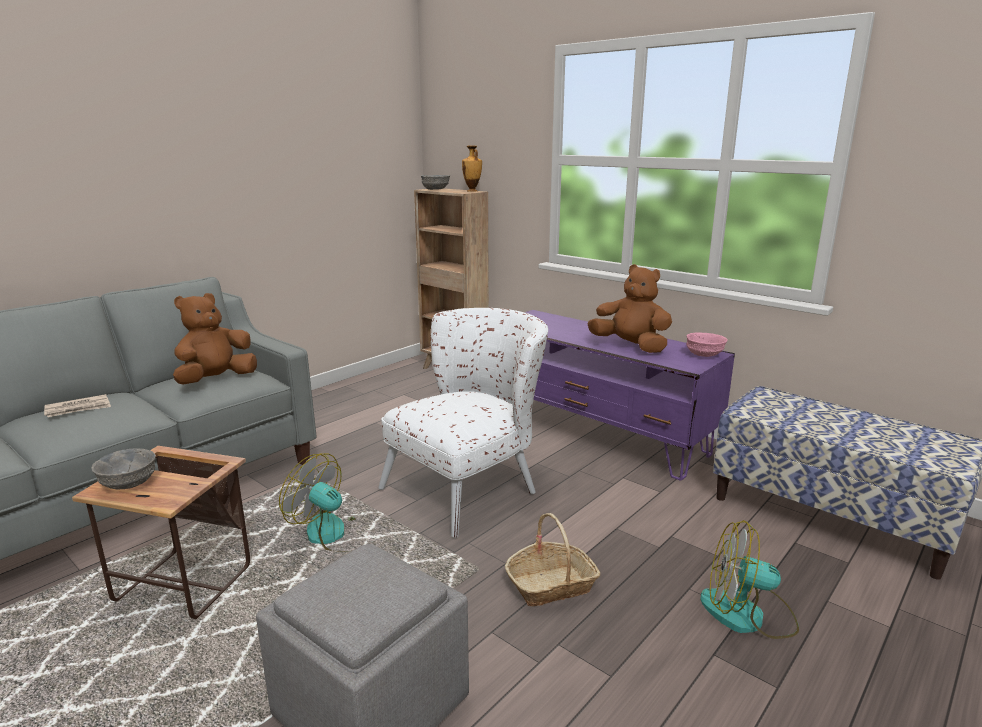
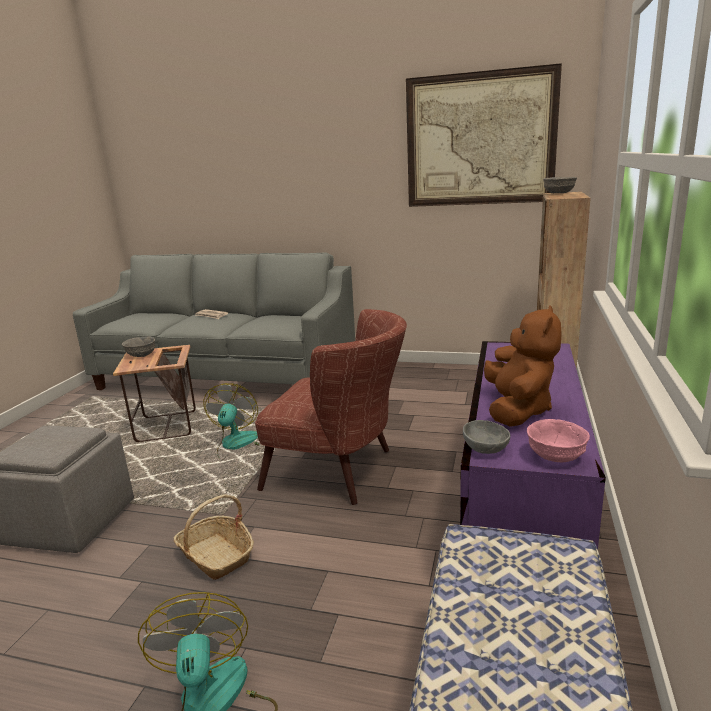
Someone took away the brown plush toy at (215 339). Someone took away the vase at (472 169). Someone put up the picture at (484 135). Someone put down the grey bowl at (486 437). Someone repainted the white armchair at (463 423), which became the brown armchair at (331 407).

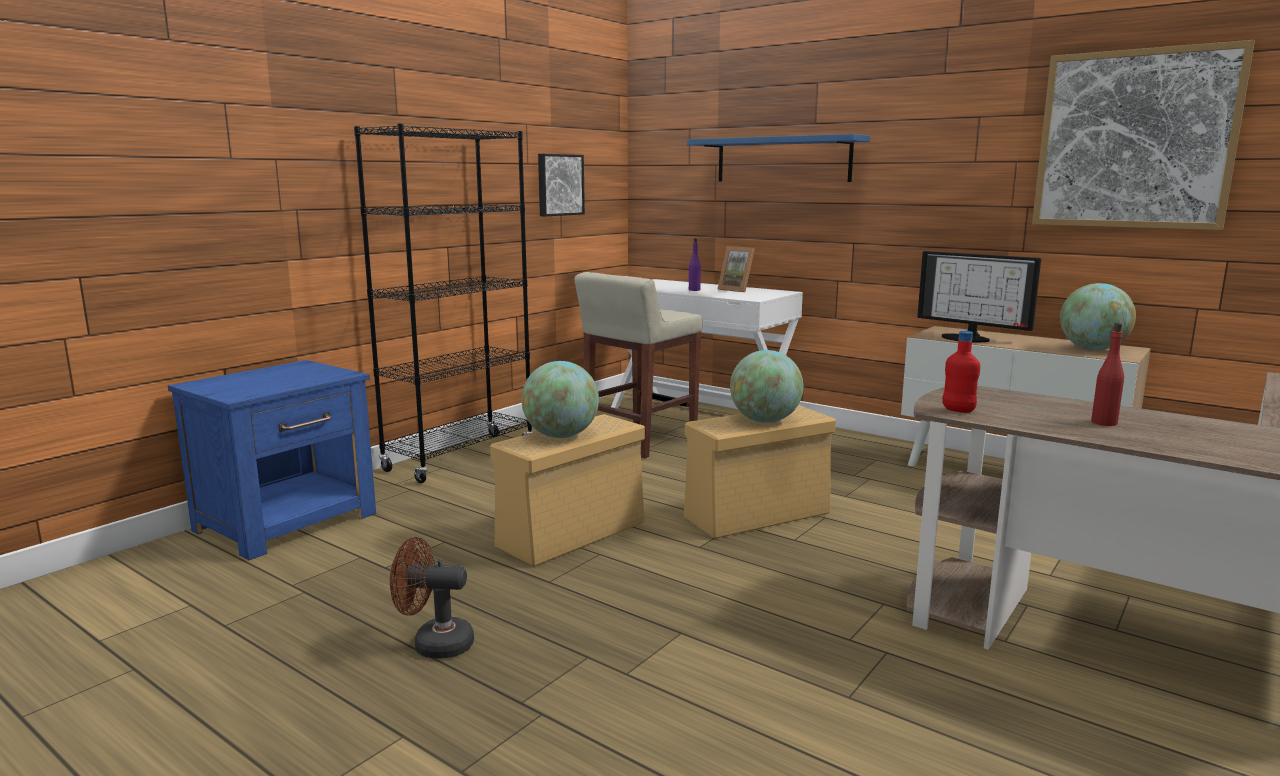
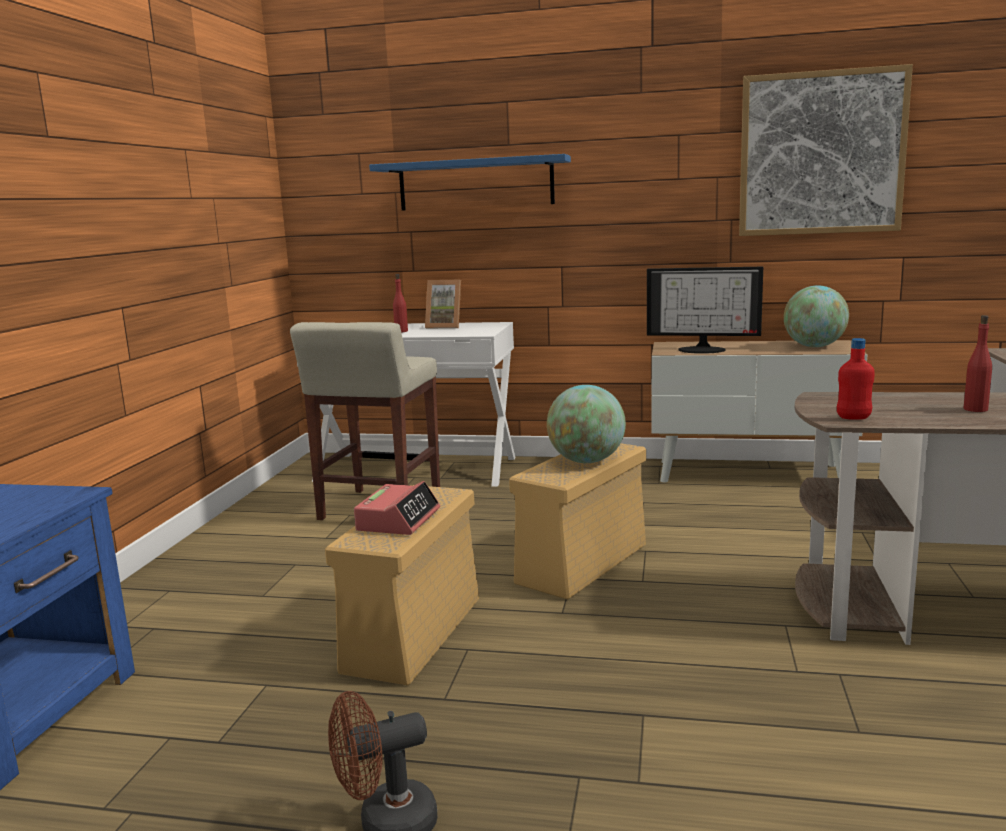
Someone took away the black bookcase at (444 303). Someone took away the picture at (561 185). Someone swapped the globe at (560 399) for the alarm clock at (397 508). Someone repainted the purple bottle at (695 264), which became the red bottle at (400 303).

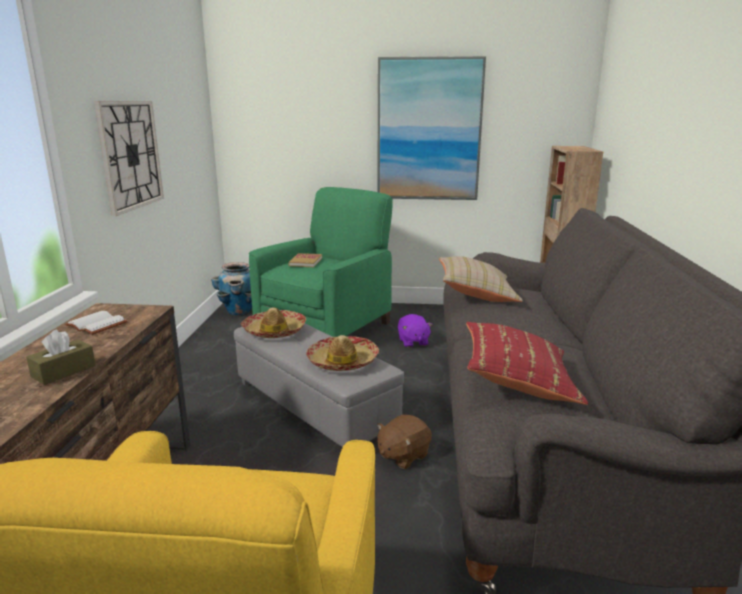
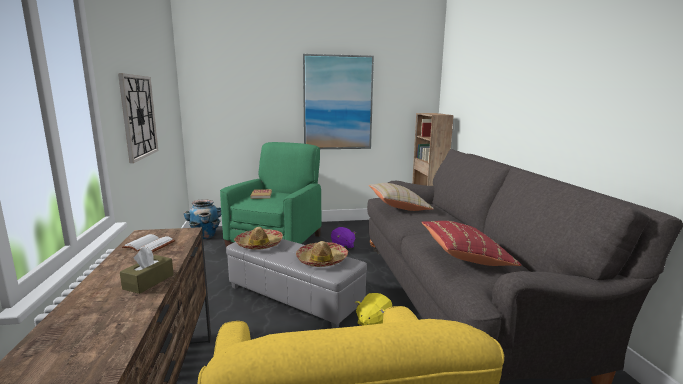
Someone repainted the brown plush toy at (404 442), which became the yellow plush toy at (373 309).

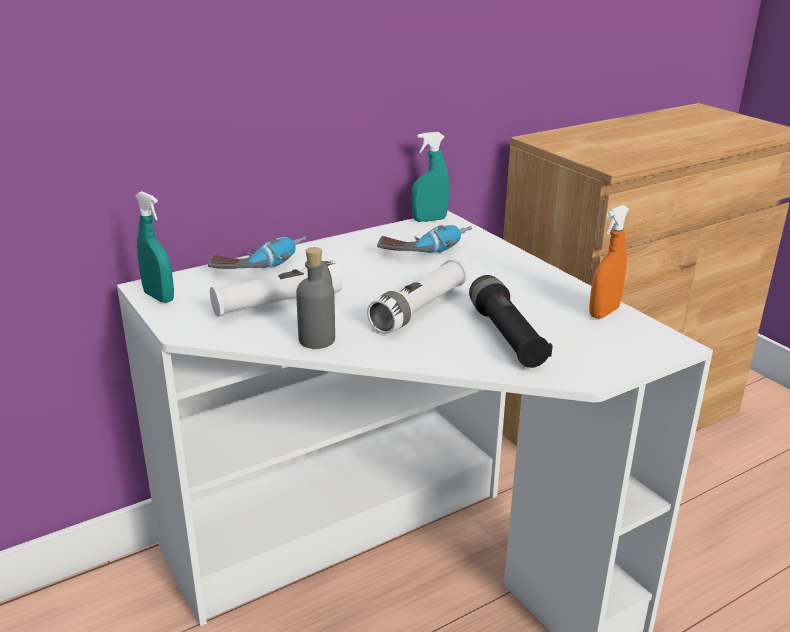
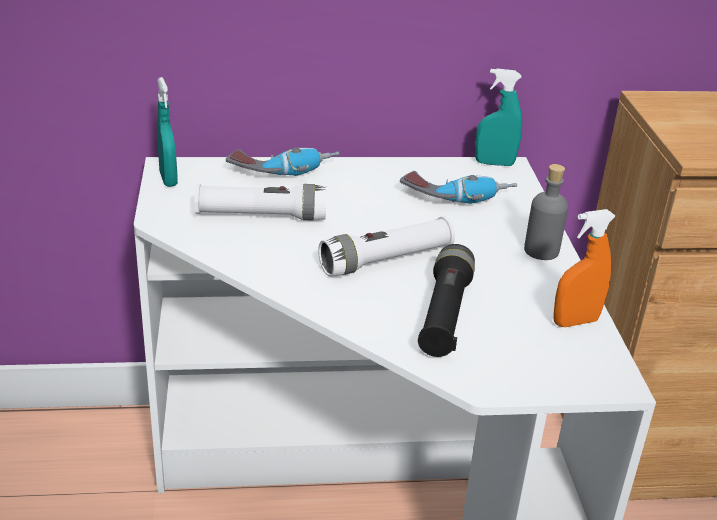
Someone carried the grey bottle from (315 298) to (546 212).

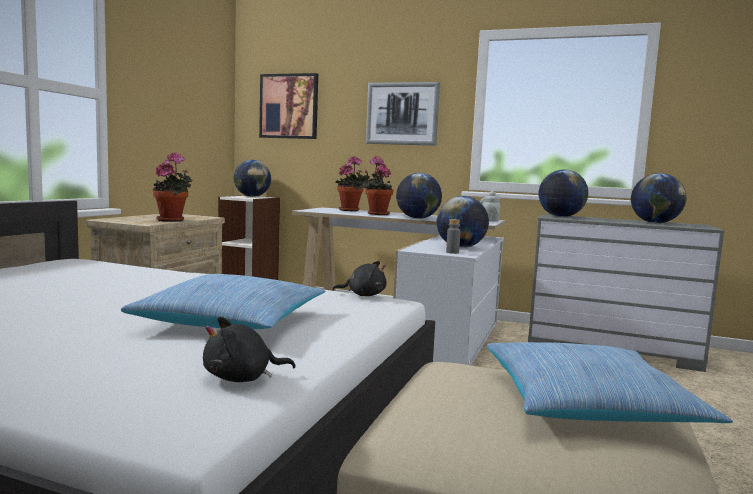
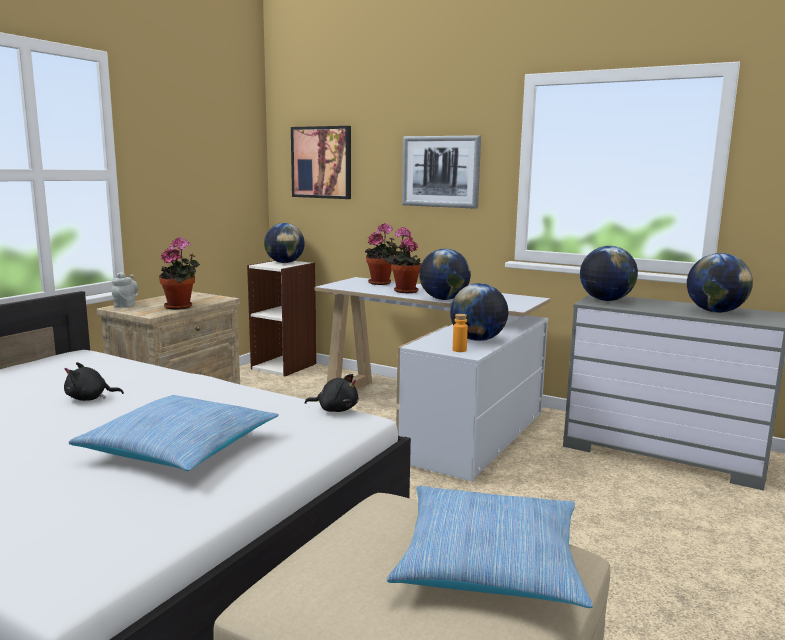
Someone carried the black plush toy from (249 349) to (94 381). Someone carried the grey teapot from (490 206) to (124 290). Someone repainted the grey bottle at (453 236), which became the orange bottle at (460 333).

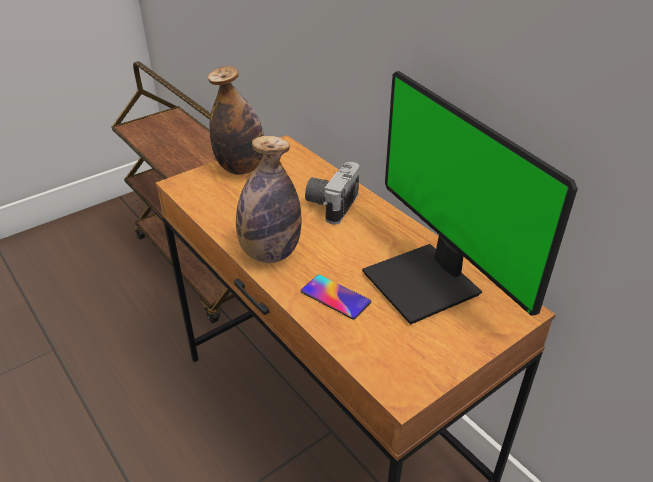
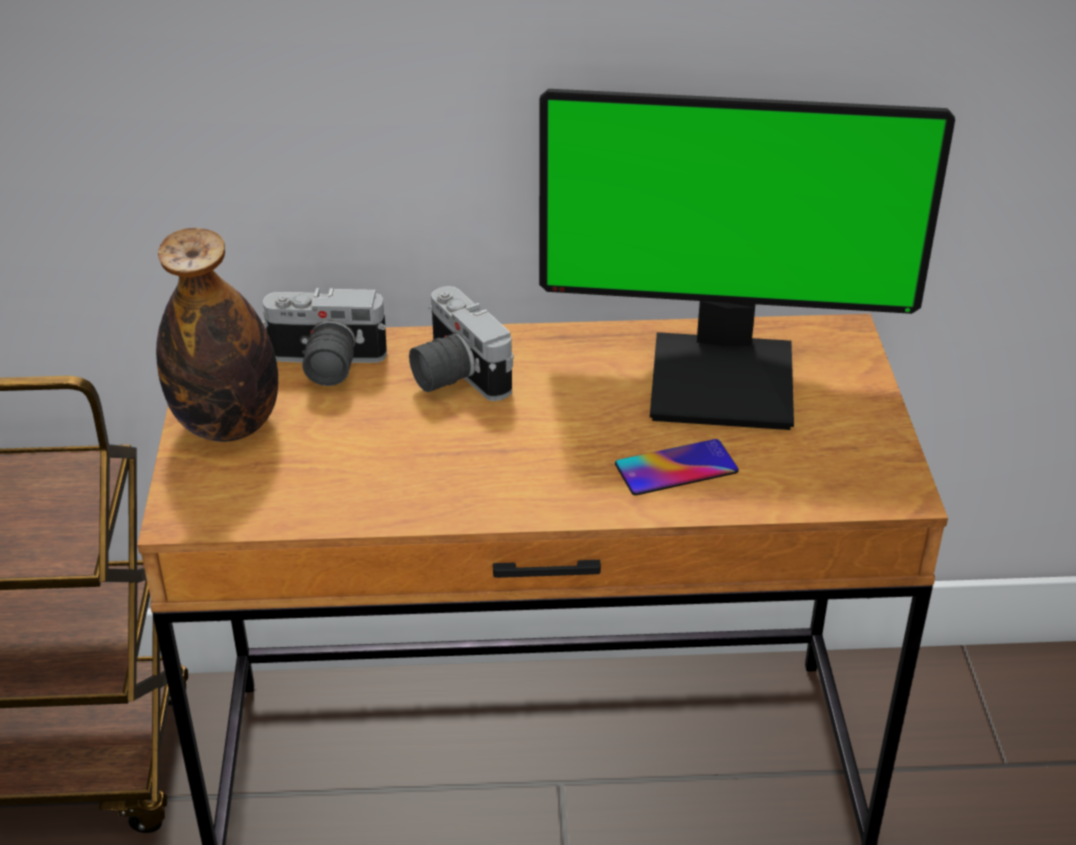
Someone took away the bottle at (269 199). Someone put down the photo camera at (324 337).

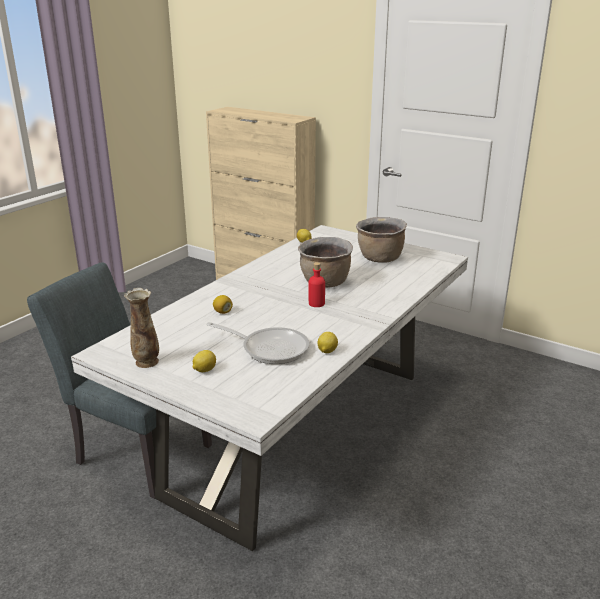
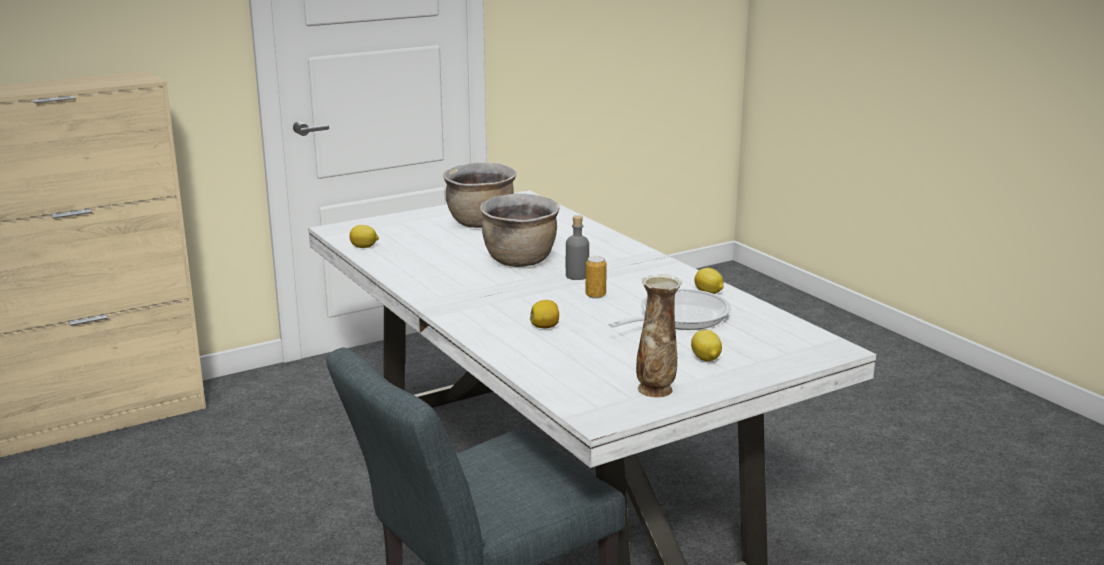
Someone put down the can at (596 277). Someone repainted the red bottle at (317 284), which became the grey bottle at (577 247).

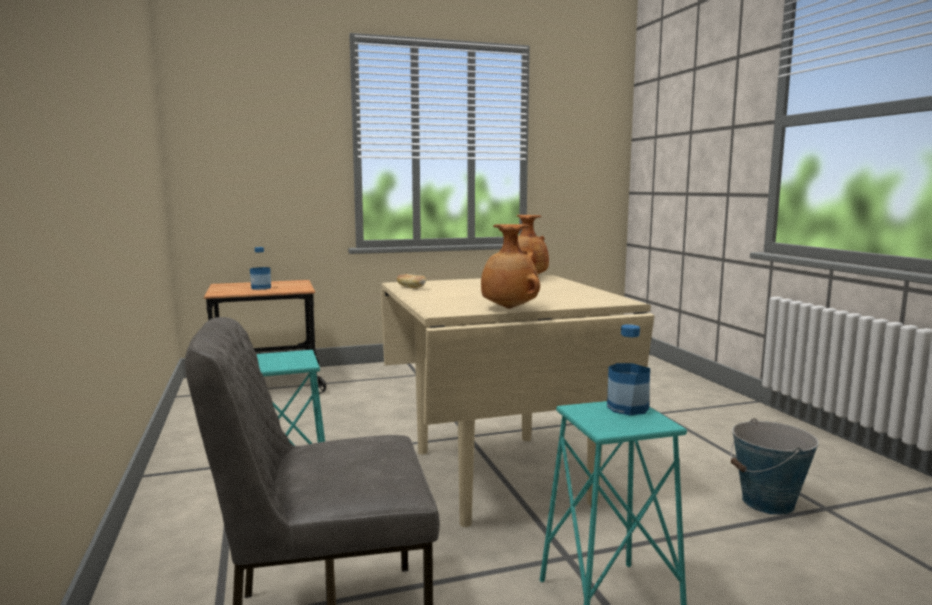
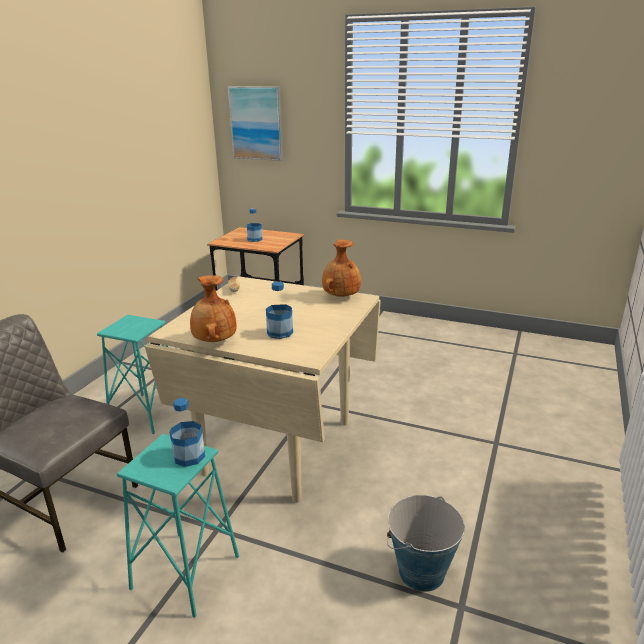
Someone put up the picture at (255 123). Someone put down the bottle at (279 310).

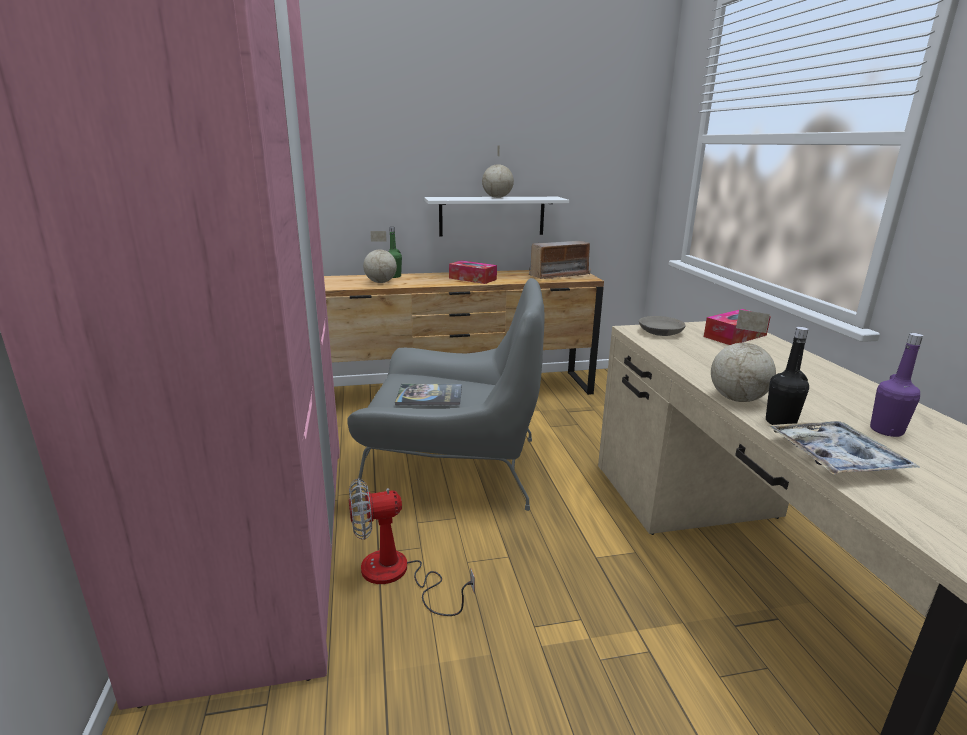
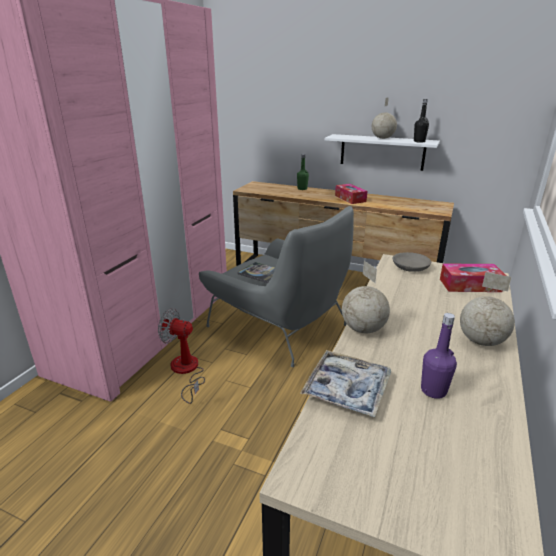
Someone took away the radio at (560 260). Someone carried the globe from (380 257) to (487 309). Someone carried the black bottle from (787 377) to (421 121).

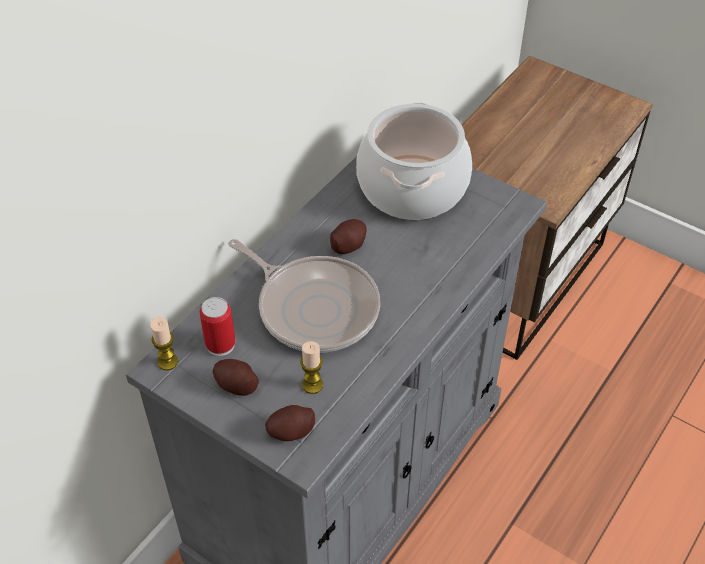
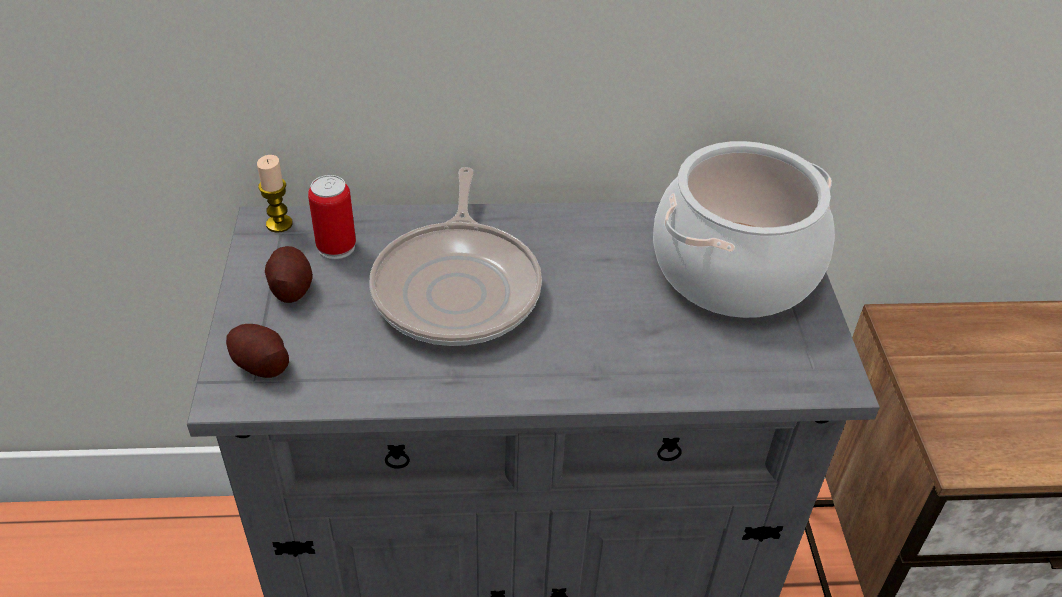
Someone took away the candle at (311 367). Someone took away the potato at (348 236).

